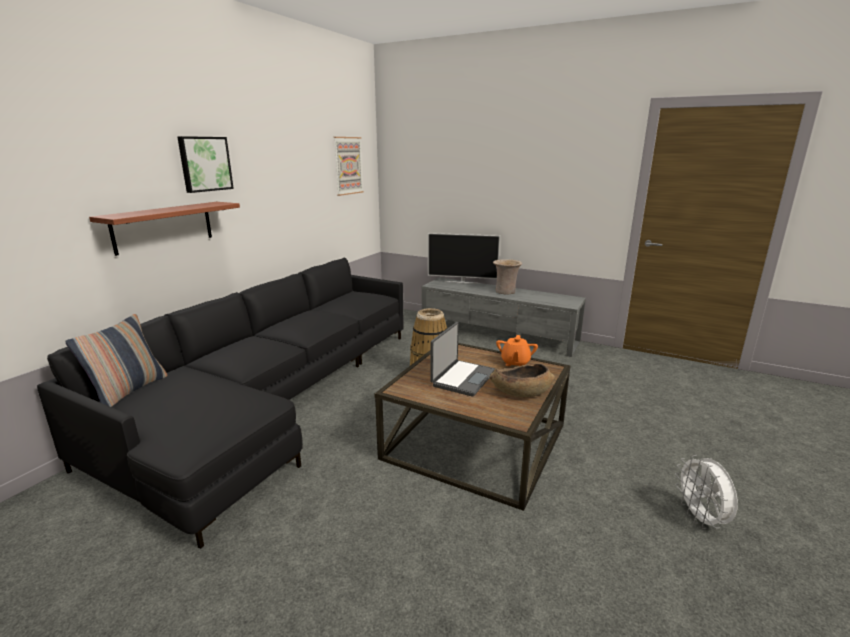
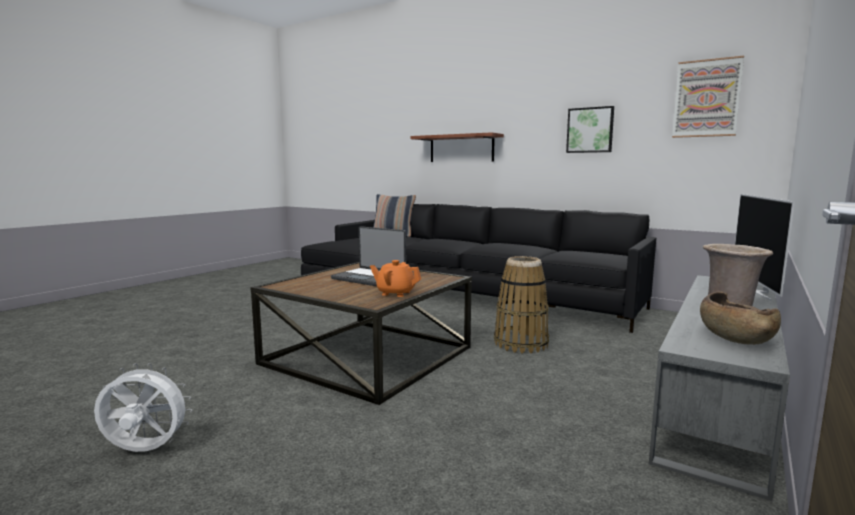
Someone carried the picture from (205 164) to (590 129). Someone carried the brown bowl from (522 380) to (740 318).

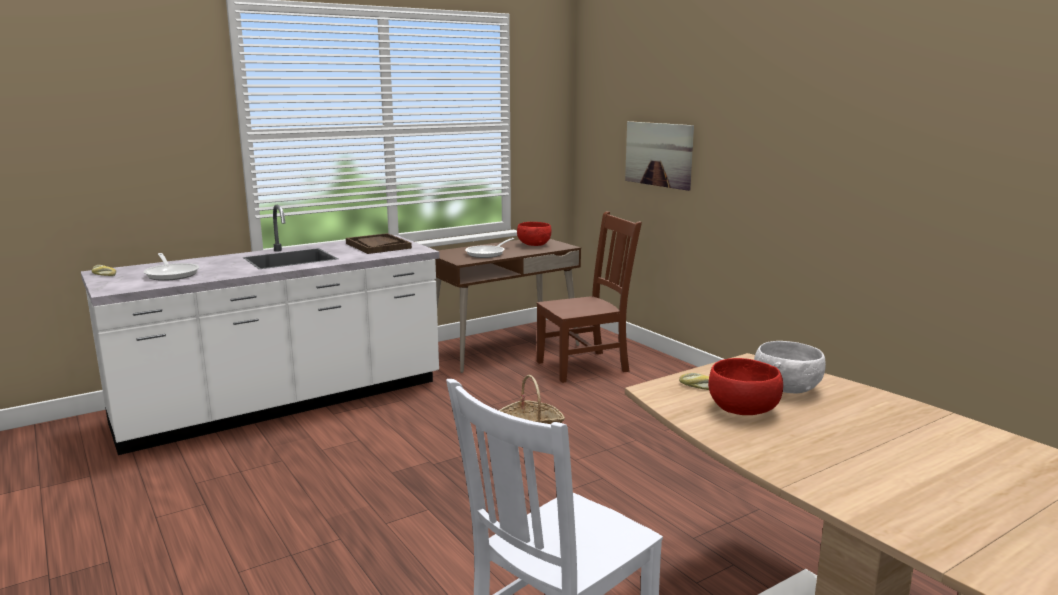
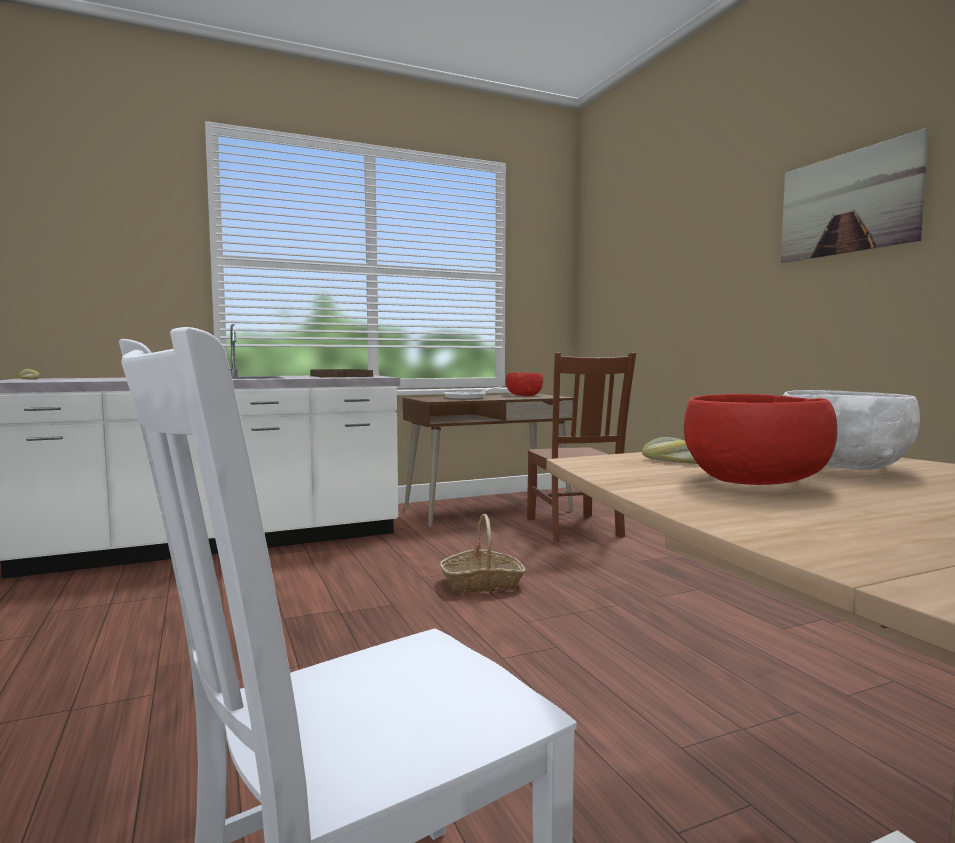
Someone took away the frying pan at (171 267). Someone carried the picture from (659 156) to (855 195). Someone rotated the brown chair at (589 297) by 90 degrees clockwise.

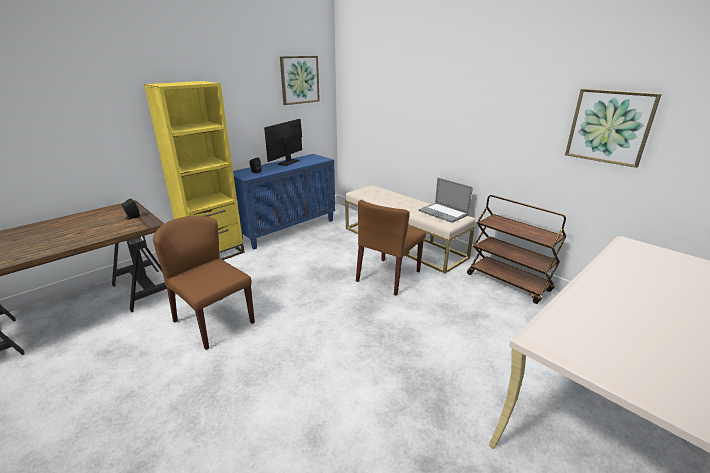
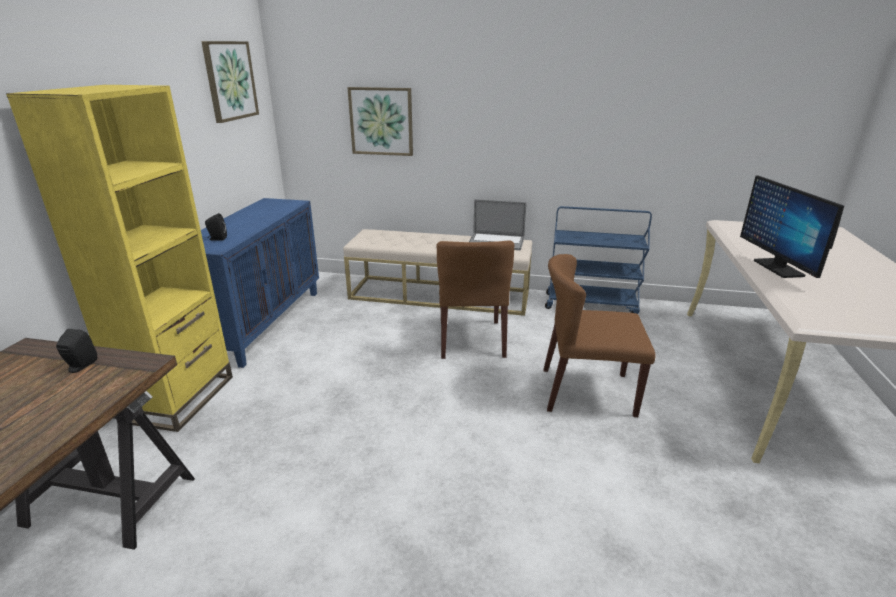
Someone carried the brown chair from (204 283) to (599 335). Someone carried the monitor from (283 142) to (792 226). Someone carried the picture from (613 128) to (380 121). Someone repainted the brown cart at (516 249), which became the blue cart at (598 260).

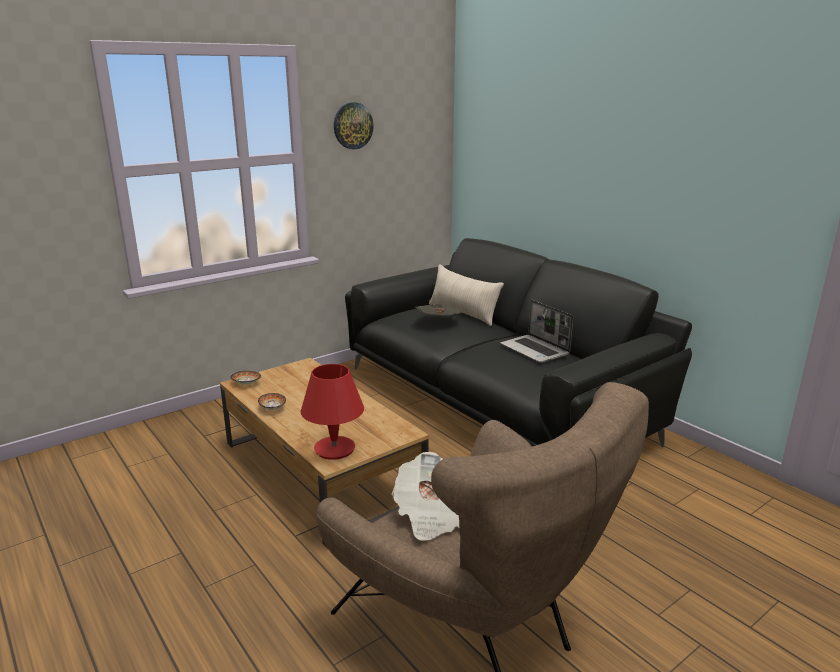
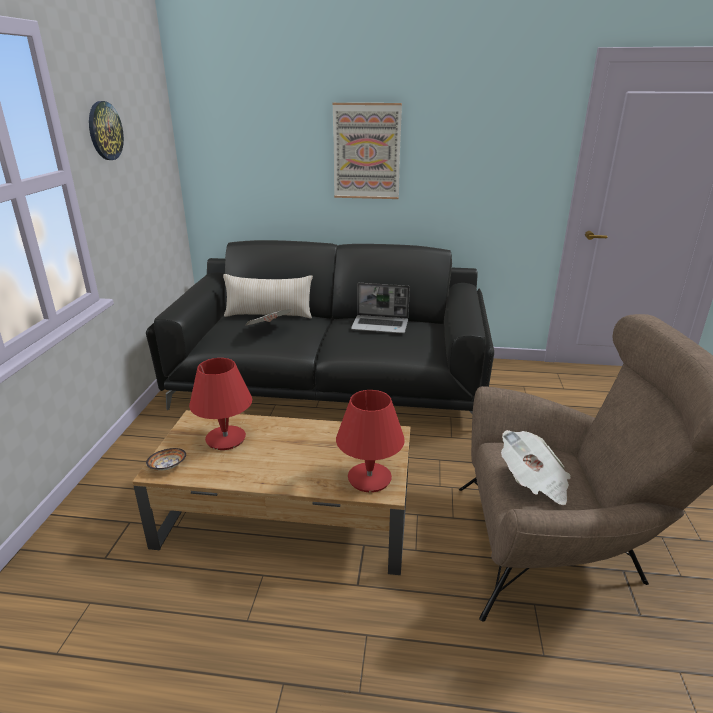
Someone took away the bowl at (272 401). Someone put down the red table lamp at (220 404). Someone put up the picture at (367 151).

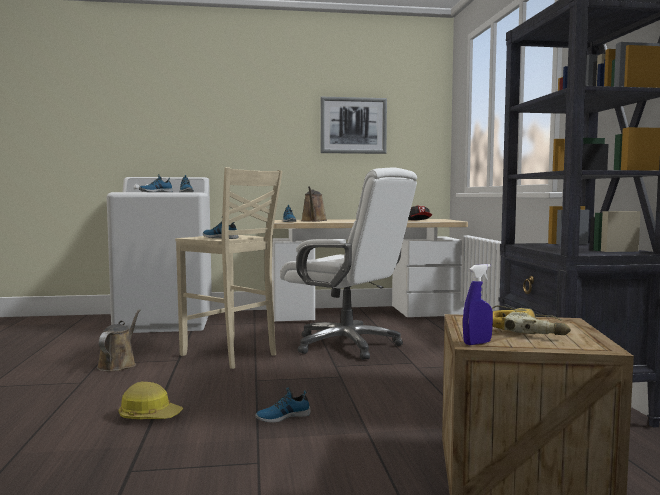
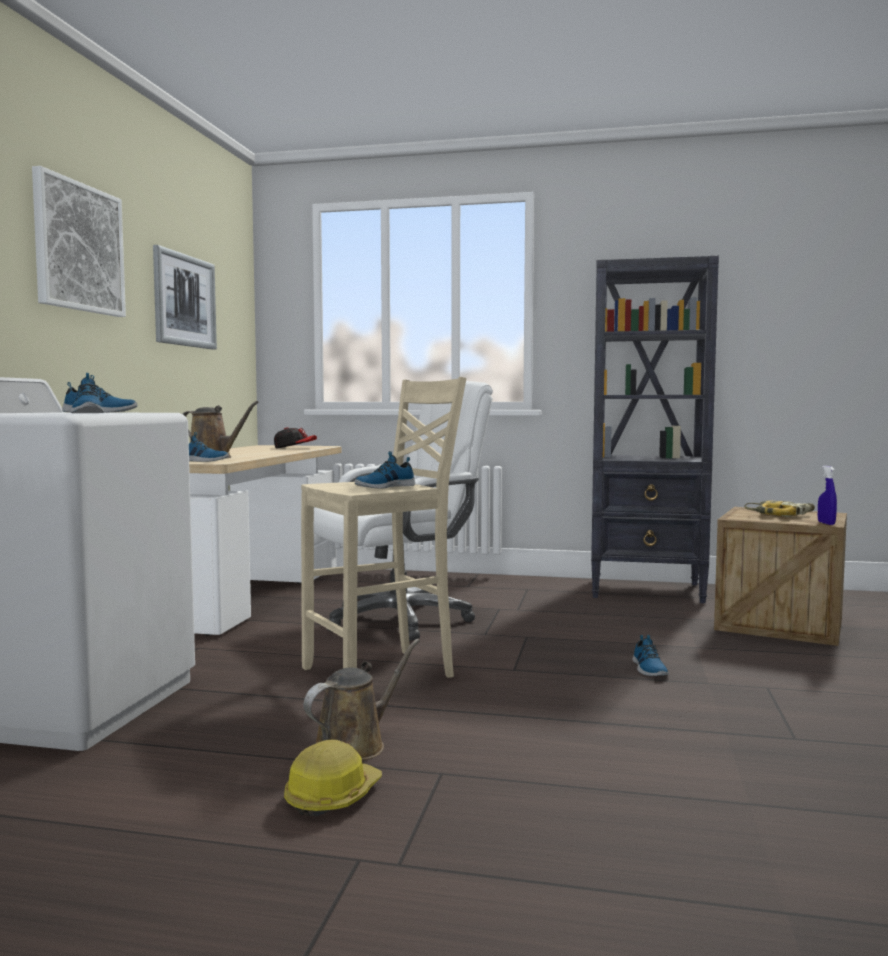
Someone put up the picture at (79 241). Someone carried the hard hat from (151 400) to (333 778). Someone rotated the brown watering can at (119 340) by 105 degrees clockwise.

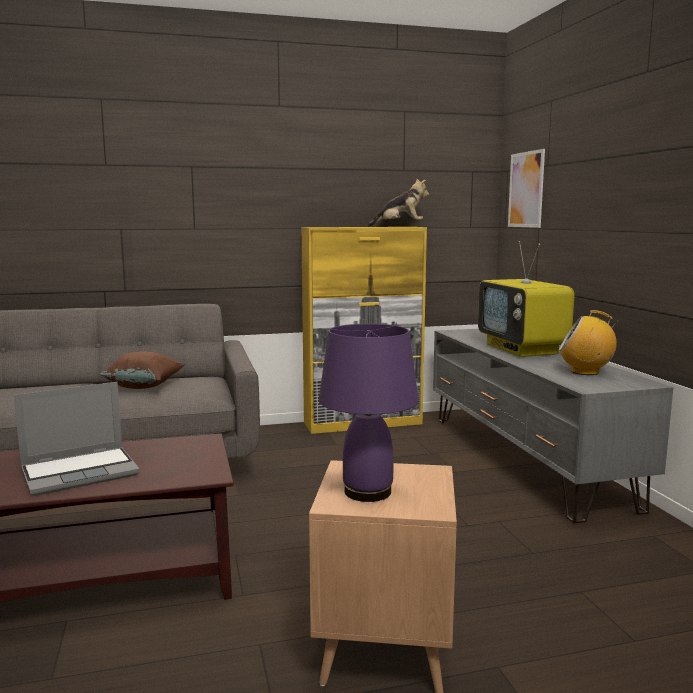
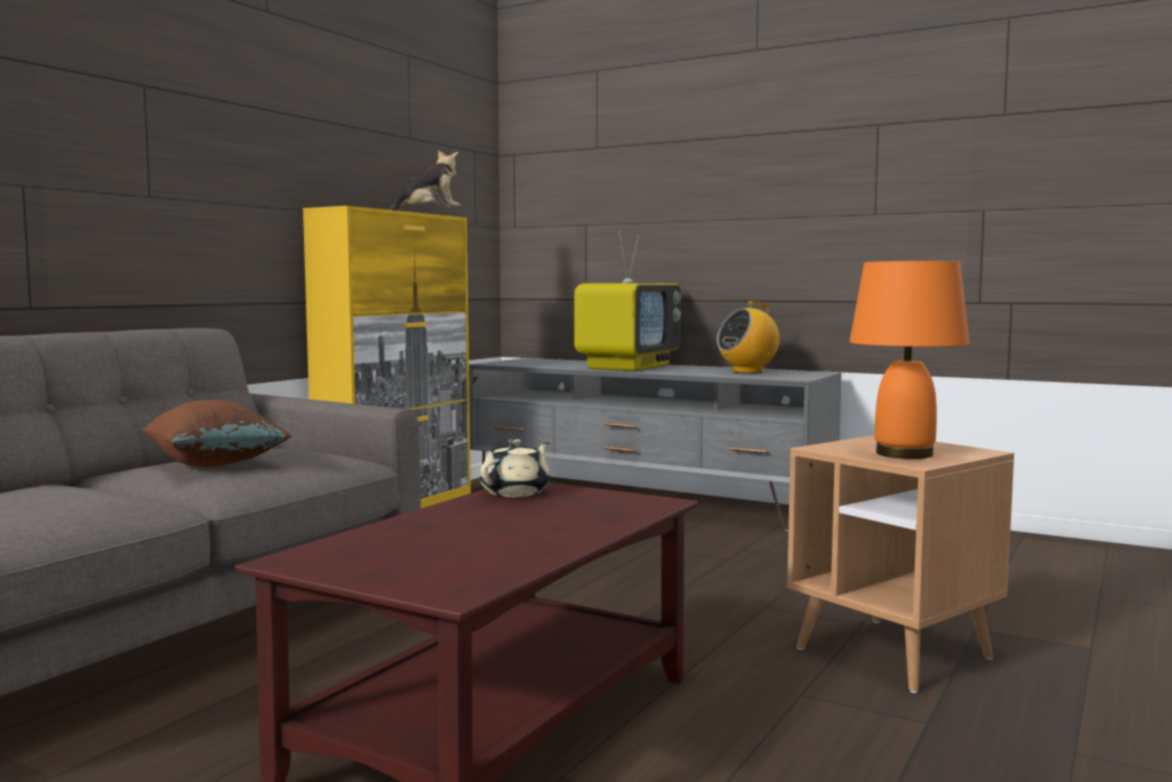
Someone took away the laptop at (77 439). Someone took away the picture at (526 188). Someone put down the beige teapot at (515 468). Someone repainted the purple table lamp at (368 413), which became the orange table lamp at (909 360). Someone rotated the television at (526 299) by 90 degrees counterclockwise.

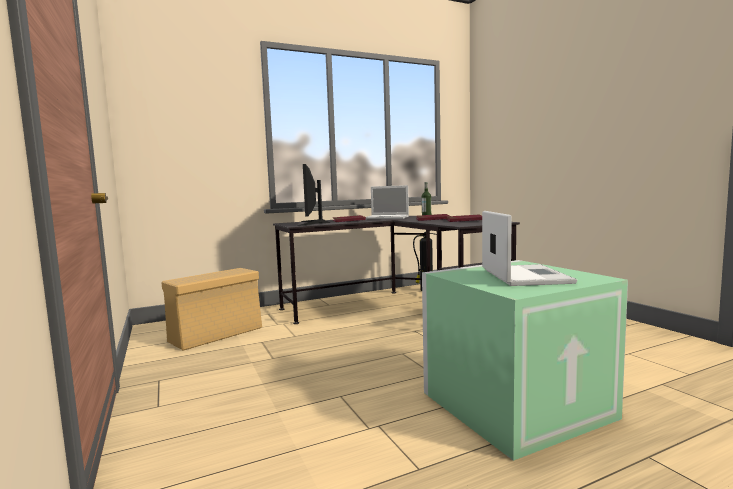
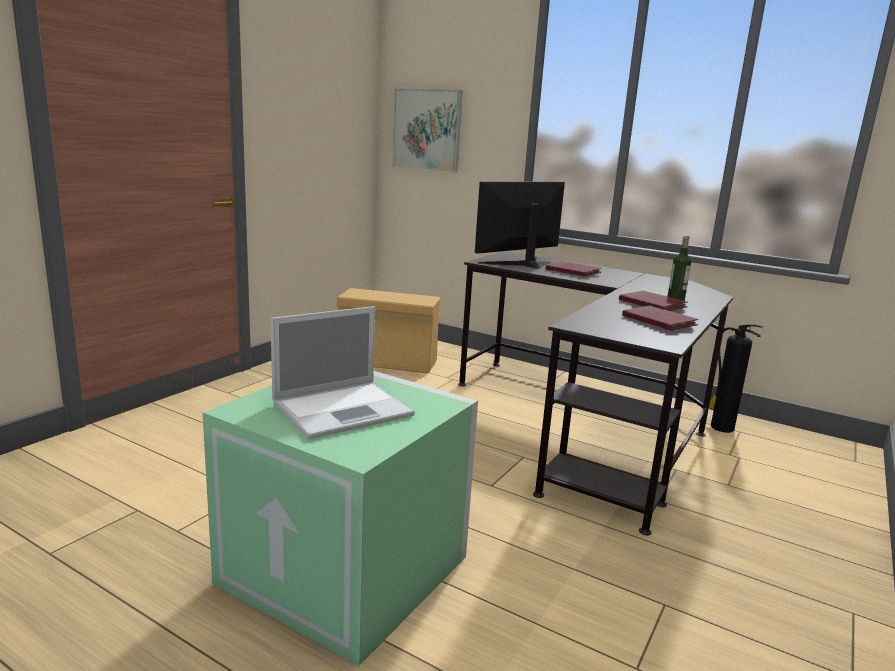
Someone took away the laptop at (387 202). Someone put up the picture at (427 130).

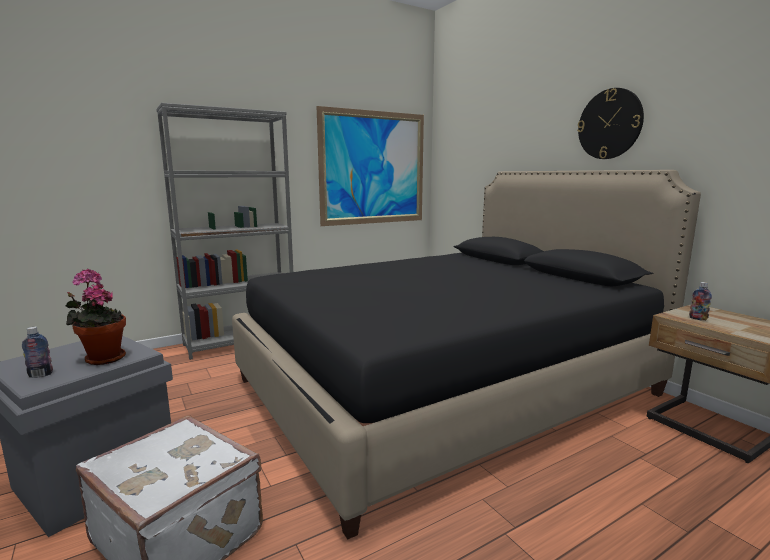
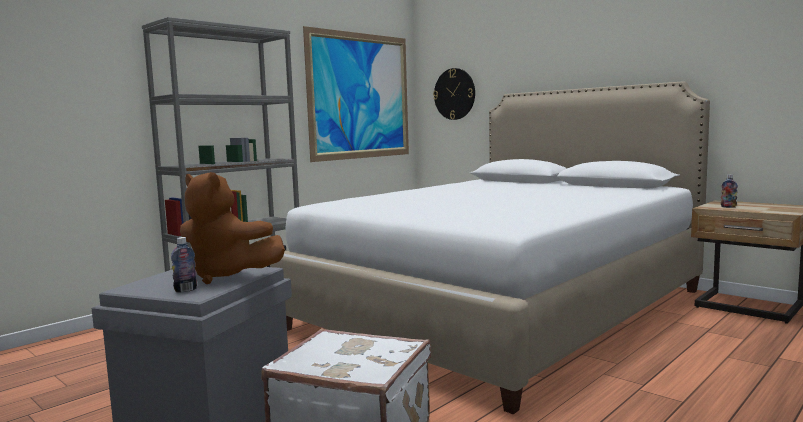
Someone carried the wall clock from (610 123) to (454 94). Someone swapped the potted plant at (96 317) for the brown plush toy at (232 228). Someone repainted the black bed at (466 354), which became the white bed at (490 247).

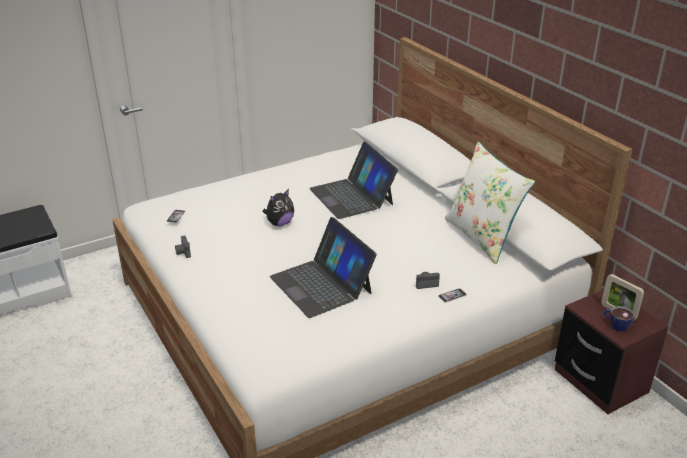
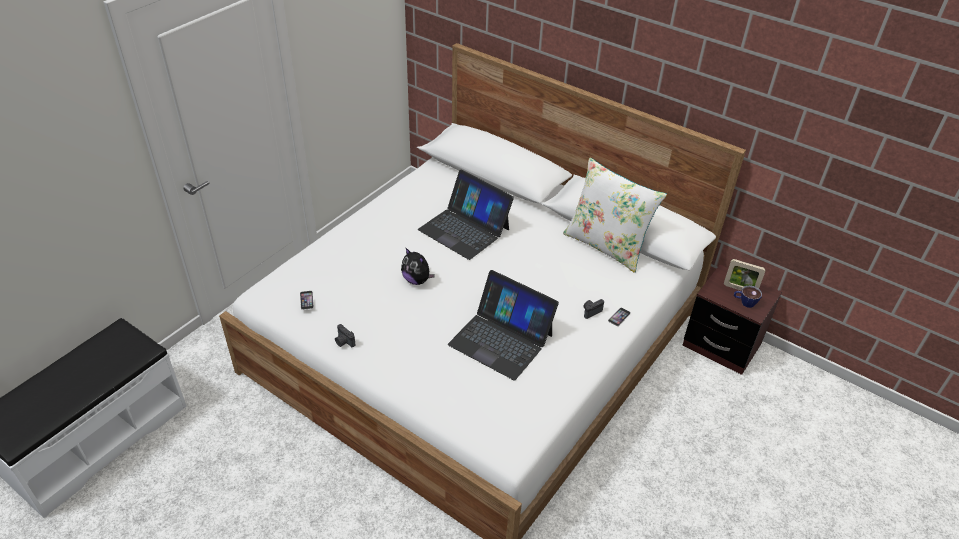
Someone rotated the plush toy at (278 207) by 105 degrees clockwise.

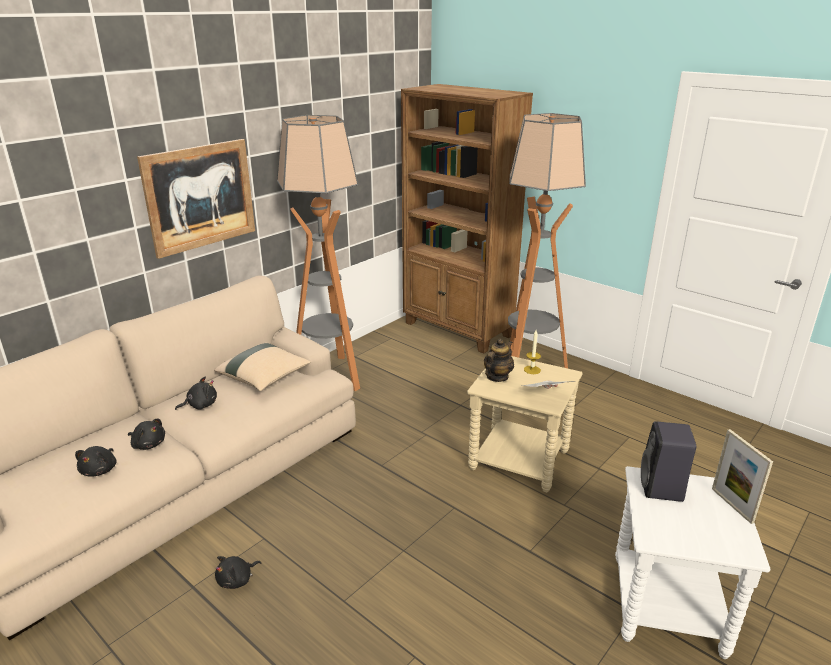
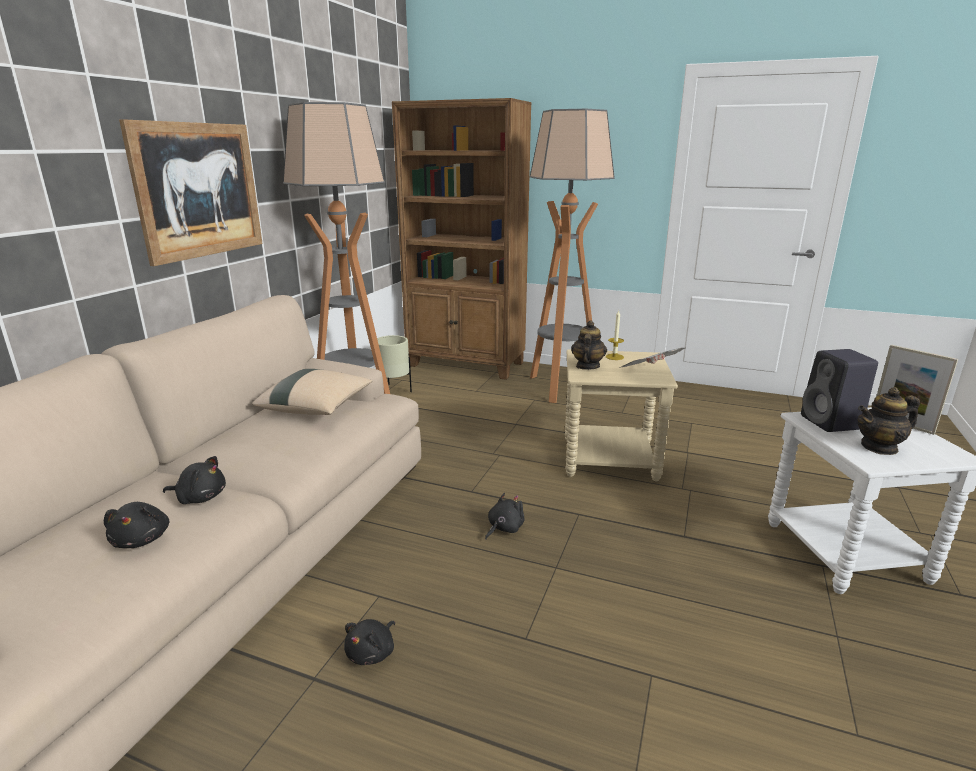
Someone put down the beige planter at (394 363). Someone put down the teapot at (889 421). Someone carried the black plush toy from (196 393) to (504 516).

